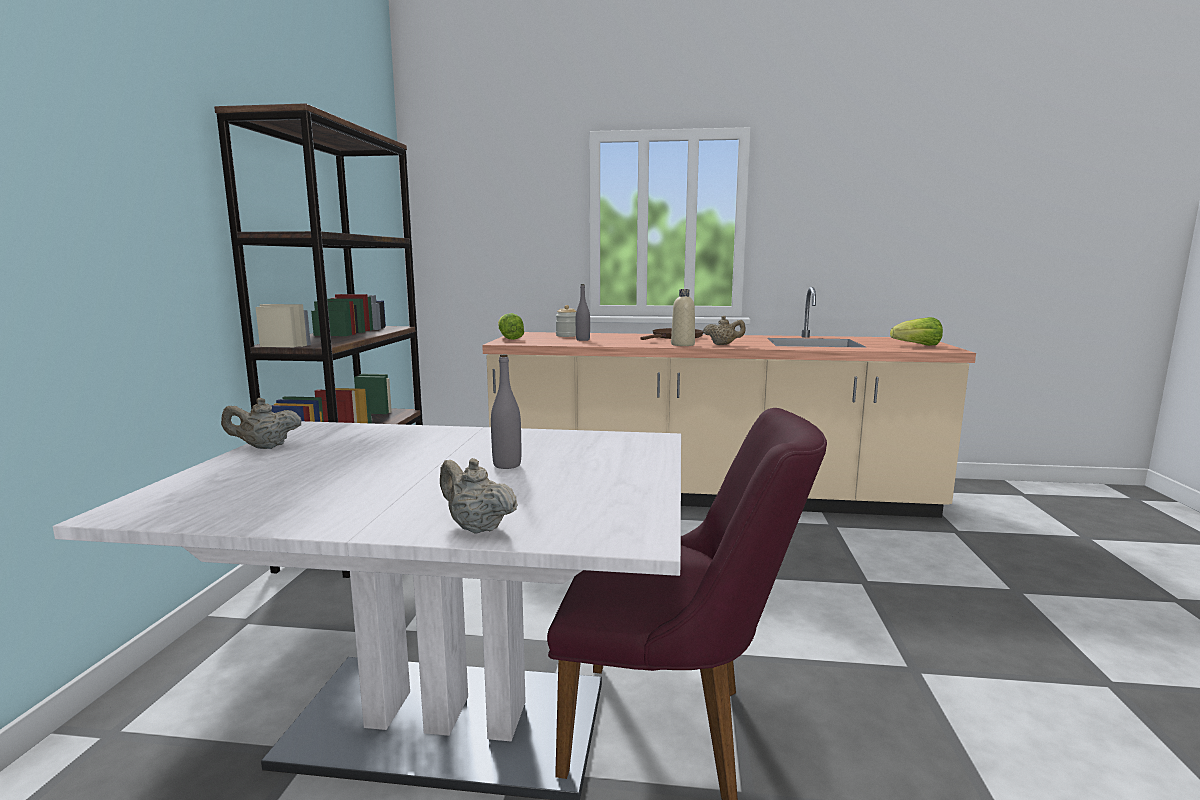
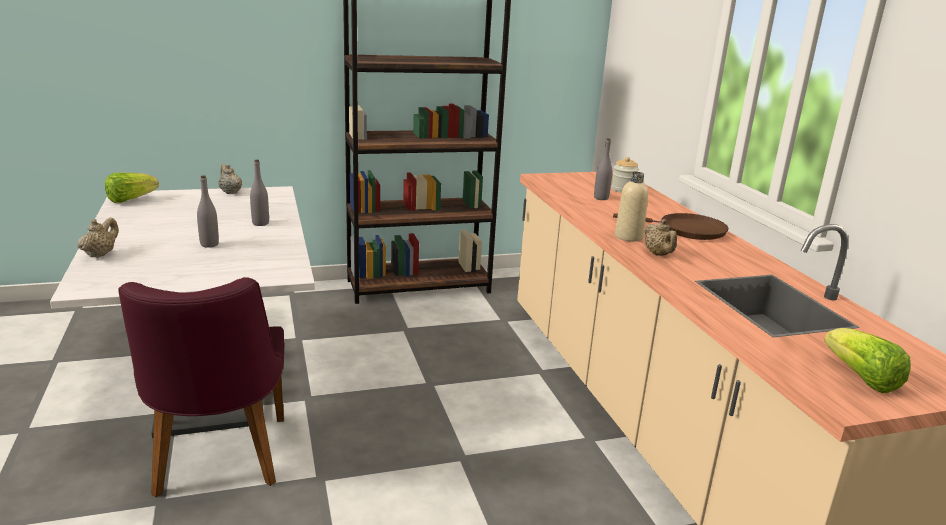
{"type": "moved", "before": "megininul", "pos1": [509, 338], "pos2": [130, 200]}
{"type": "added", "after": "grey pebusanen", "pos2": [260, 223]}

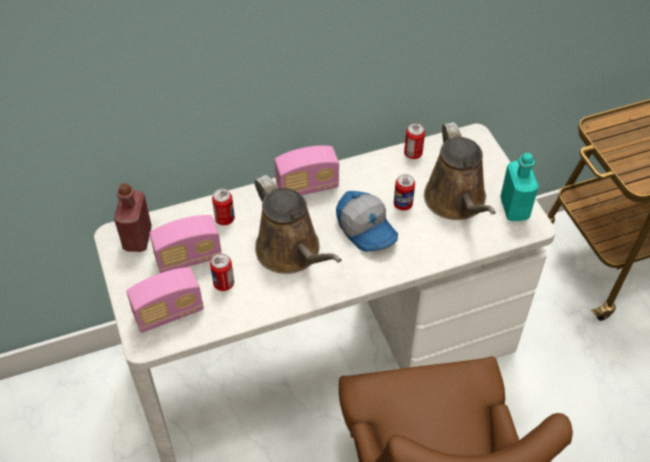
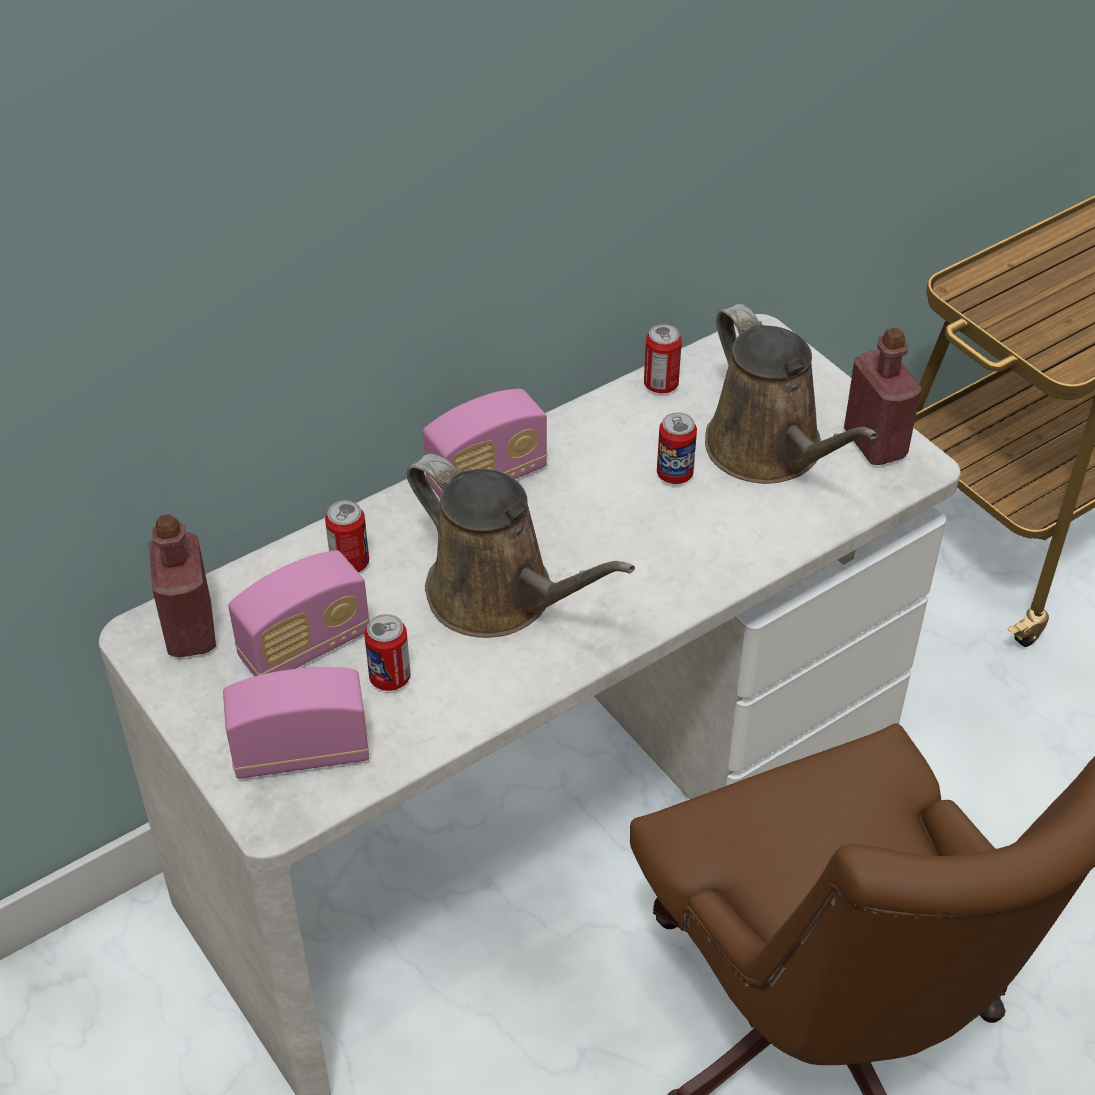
{"type": "turned", "before": "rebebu", "pos1": [169, 313], "pos2": [301, 752], "turn": -150}
{"type": "removed", "before": "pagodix", "pos1": [367, 228]}
{"type": "recoloured", "before": "turquoise pebusanen", "after": "red pebusanen", "pos1": [514, 208], "pos2": [875, 443]}

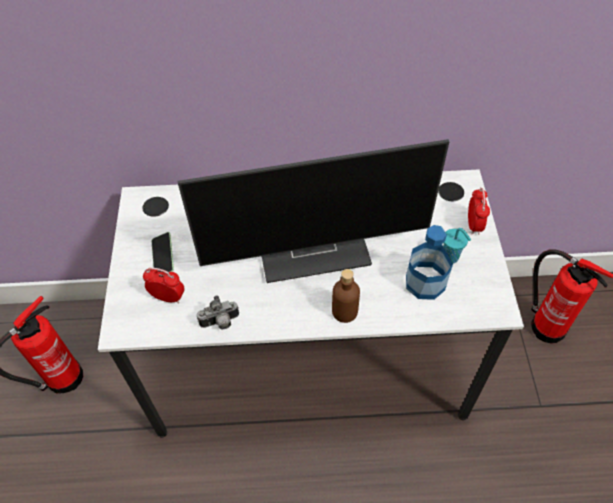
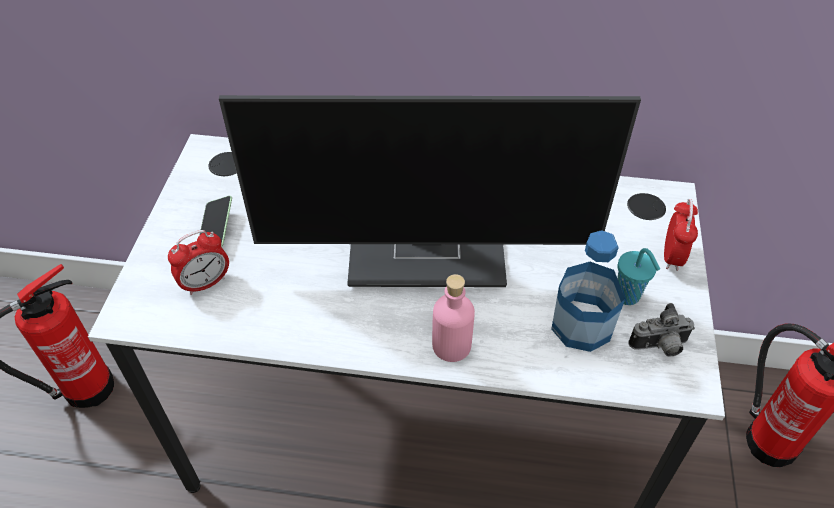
{"type": "turned", "before": "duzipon", "pos1": [168, 297], "pos2": [206, 283], "turn": 120}
{"type": "moved", "before": "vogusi", "pos1": [220, 323], "pos2": [659, 347]}
{"type": "recoloured", "before": "brown pebusanen", "after": "pink pebusanen", "pos1": [344, 311], "pos2": [451, 346]}

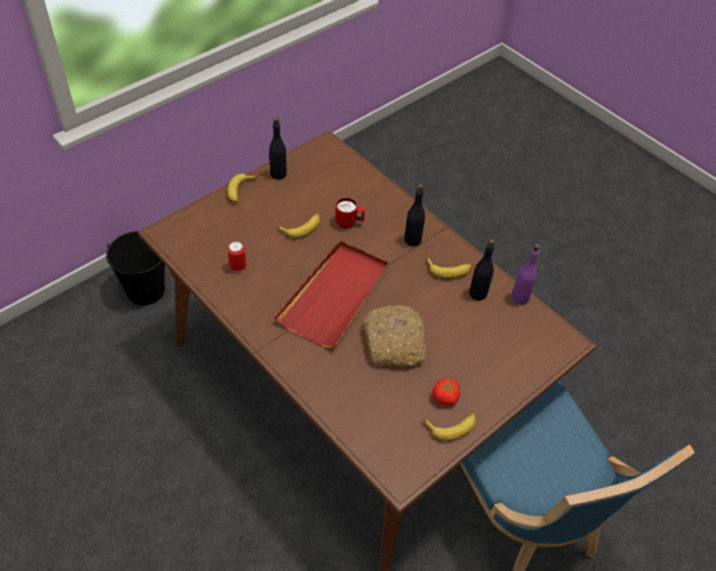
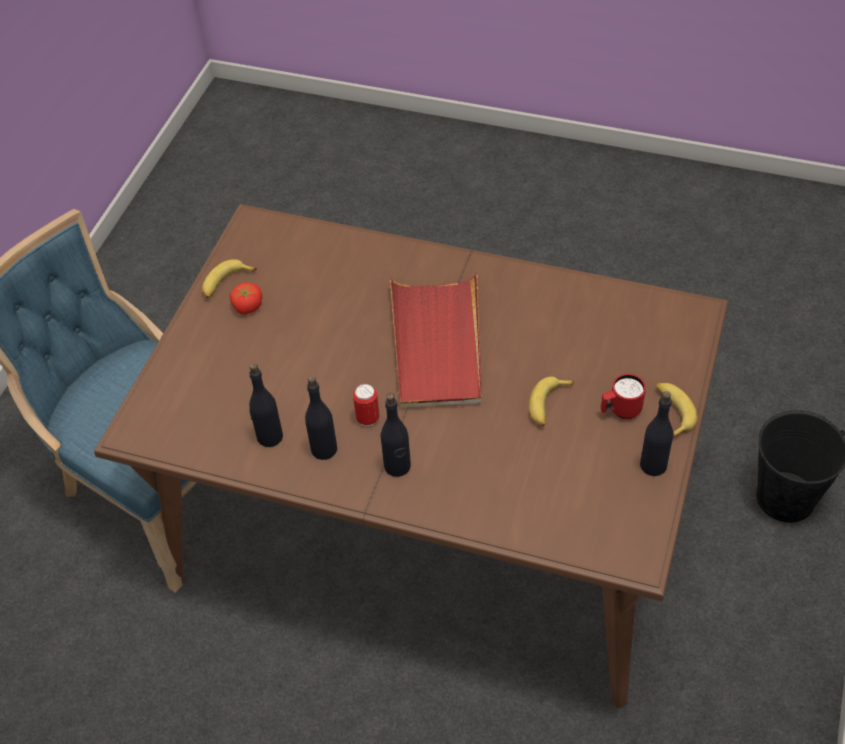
{"type": "moved", "before": "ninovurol", "pos1": [238, 267], "pos2": [368, 418]}
{"type": "moved", "before": "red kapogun", "pos1": [349, 223], "pos2": [620, 411]}
{"type": "removed", "before": "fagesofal", "pos1": [395, 342]}
{"type": "replaced", "before": "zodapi", "after": "black pebusanen", "pos1": [449, 270], "pos2": [324, 449]}
{"type": "removed", "before": "purple pebusanen", "pos1": [520, 298]}

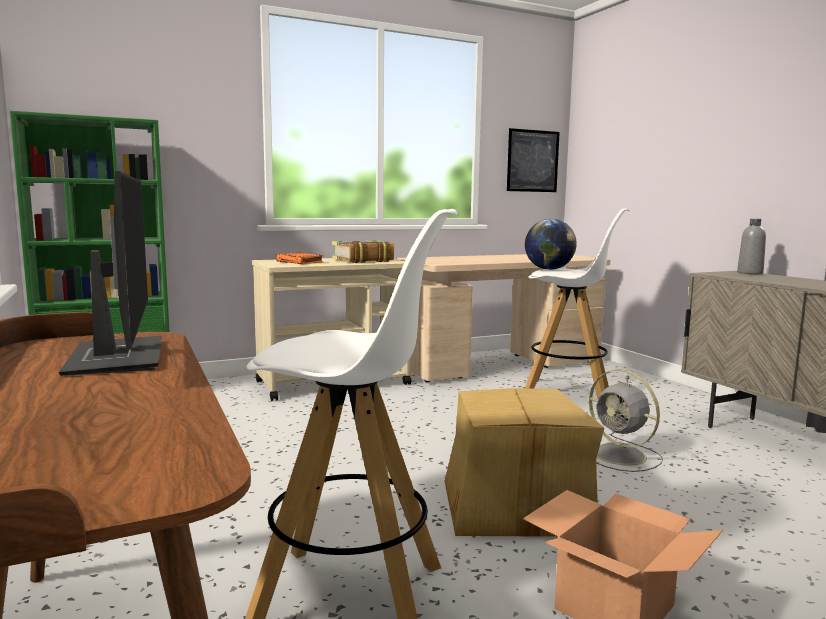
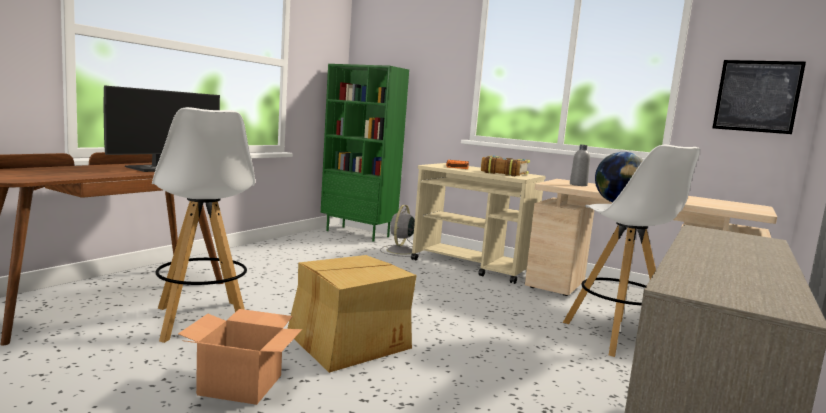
{"type": "moved", "before": "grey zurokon", "pos1": [621, 456], "pos2": [399, 251]}
{"type": "moved", "before": "grey pebusanen", "pos1": [750, 273], "pos2": [578, 185]}

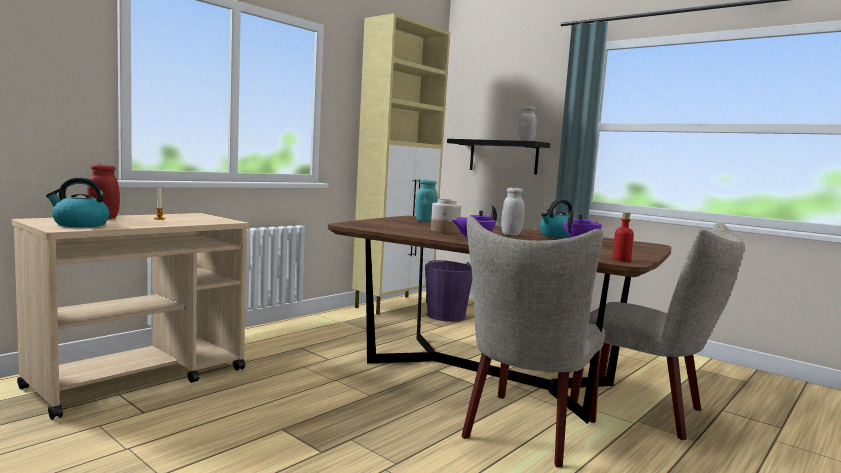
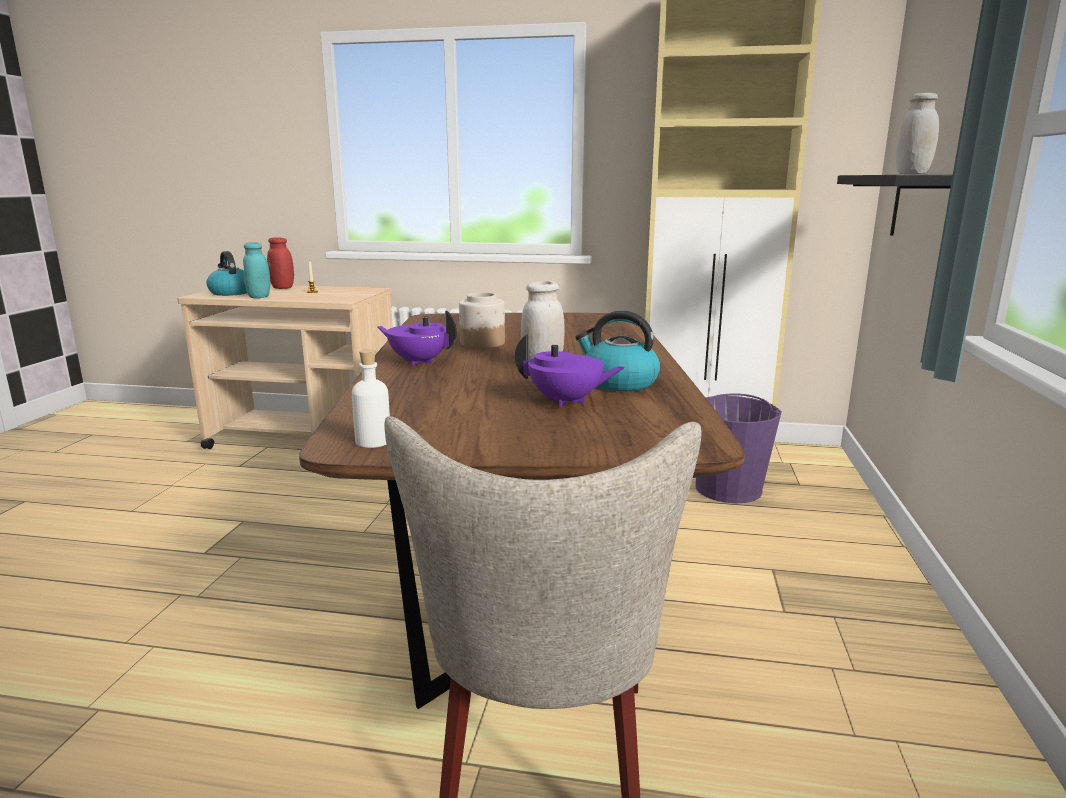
{"type": "moved", "before": "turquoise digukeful", "pos1": [425, 221], "pos2": [259, 297]}
{"type": "removed", "before": "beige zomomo", "pos1": [526, 431]}
{"type": "recoloured", "before": "red pebusanen", "after": "white pebusanen", "pos1": [621, 259], "pos2": [373, 441]}

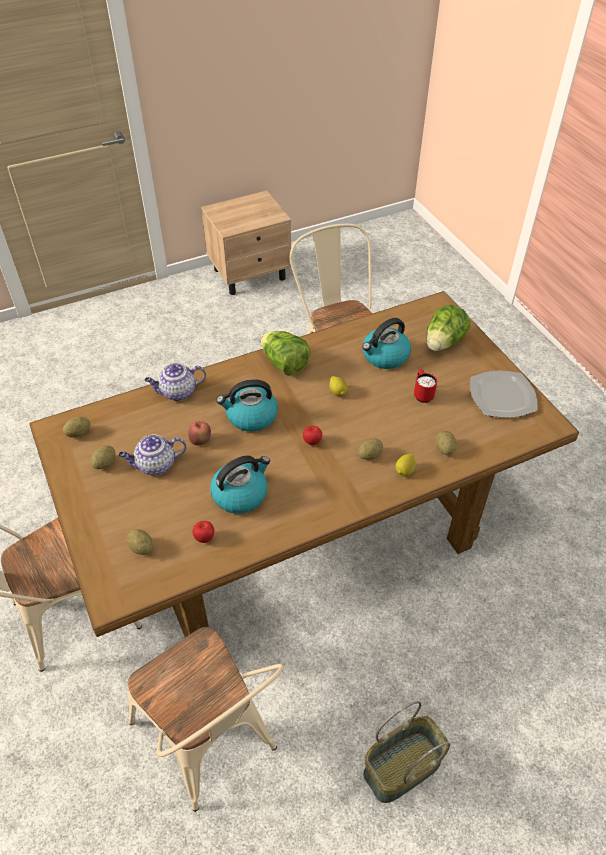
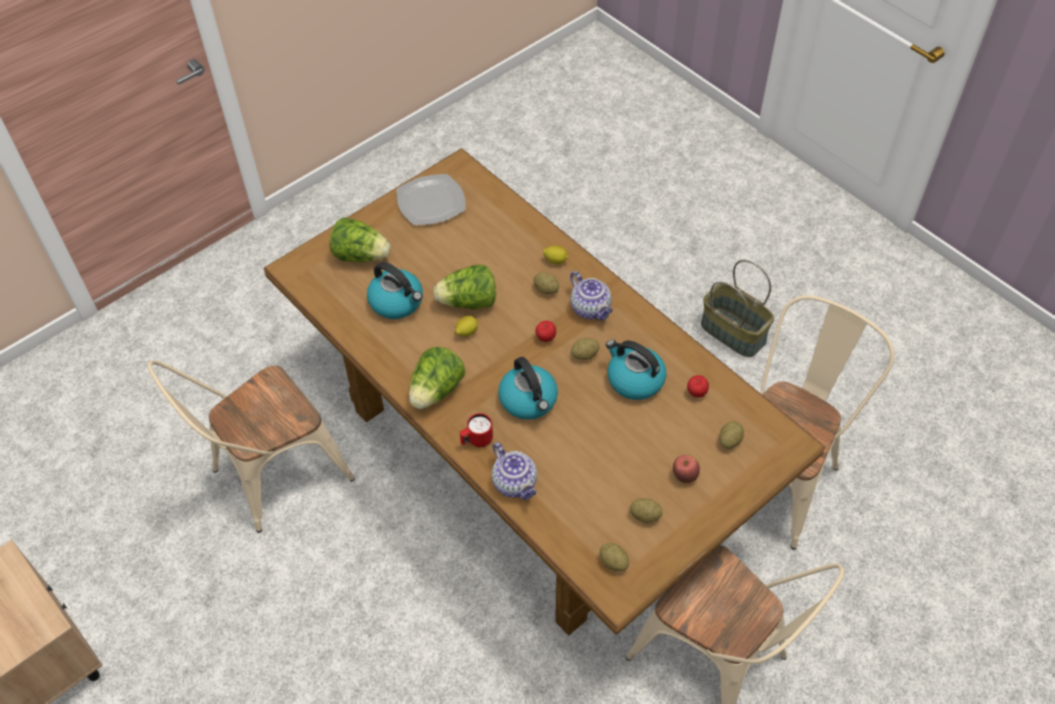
{"type": "moved", "before": "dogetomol", "pos1": [155, 465], "pos2": [591, 309]}
{"type": "moved", "before": "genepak", "pos1": [200, 441], "pos2": [684, 476]}
{"type": "moved", "before": "red kapogun", "pos1": [422, 394], "pos2": [476, 441]}
{"type": "moved", "before": "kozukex", "pos1": [444, 449], "pos2": [585, 355]}
{"type": "added", "after": "megininul", "pos2": [468, 302]}

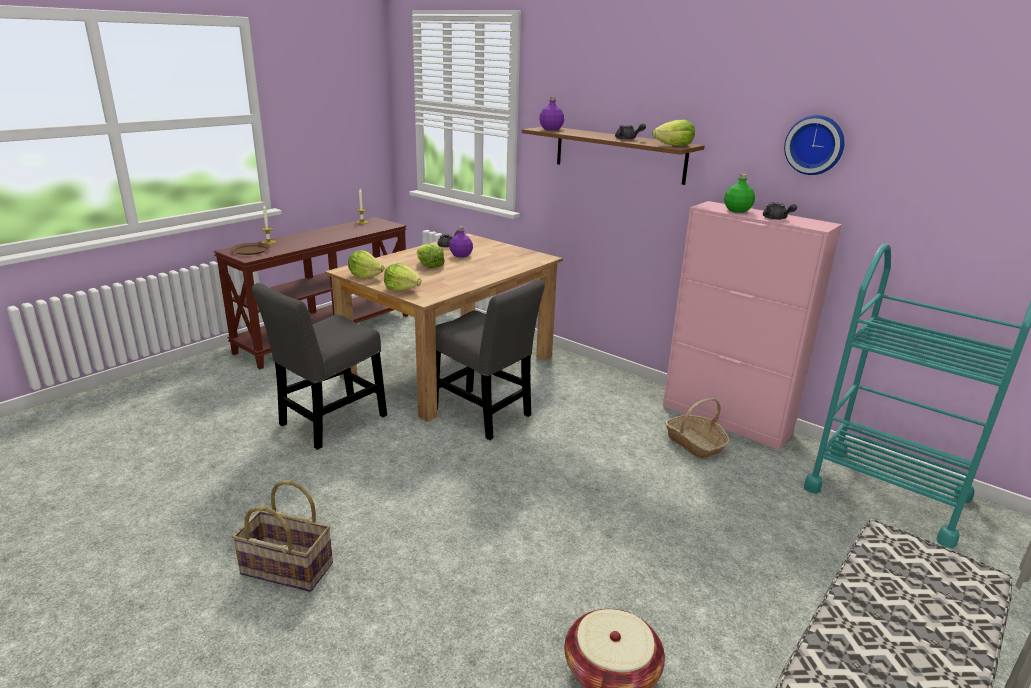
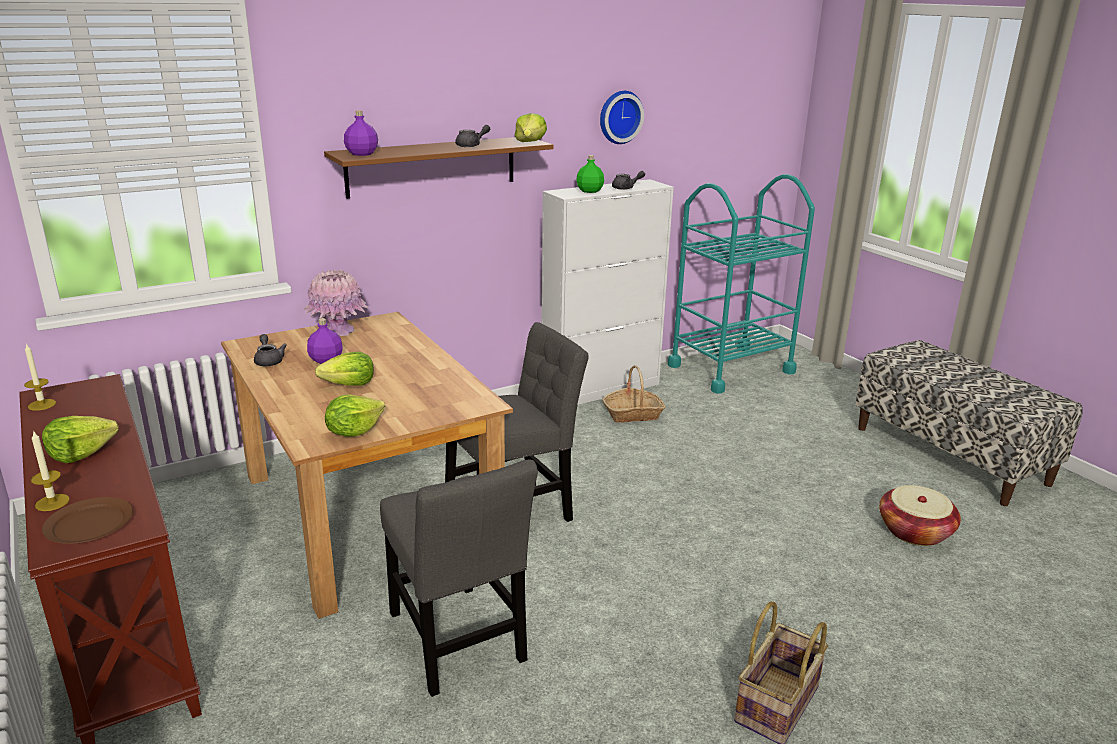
{"type": "moved", "before": "megininul", "pos1": [402, 289], "pos2": [80, 453]}
{"type": "recoloured", "before": "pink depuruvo", "after": "white depuruvo", "pos1": [726, 420], "pos2": [601, 389]}
{"type": "added", "after": "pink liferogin", "pos2": [338, 331]}

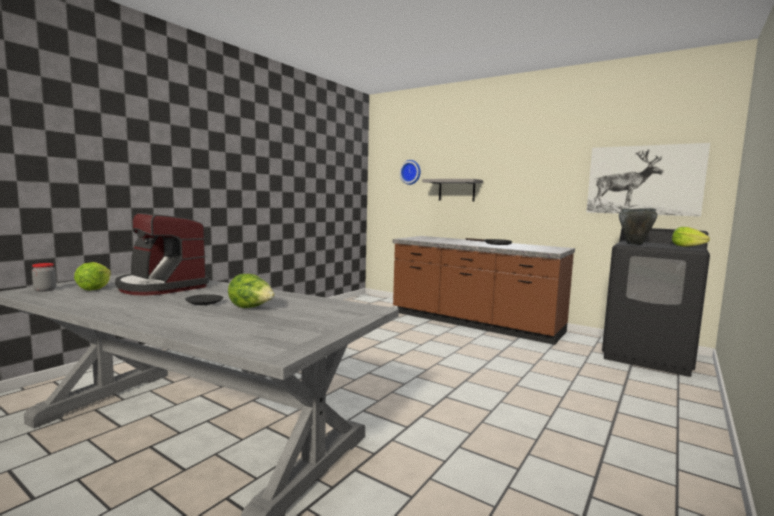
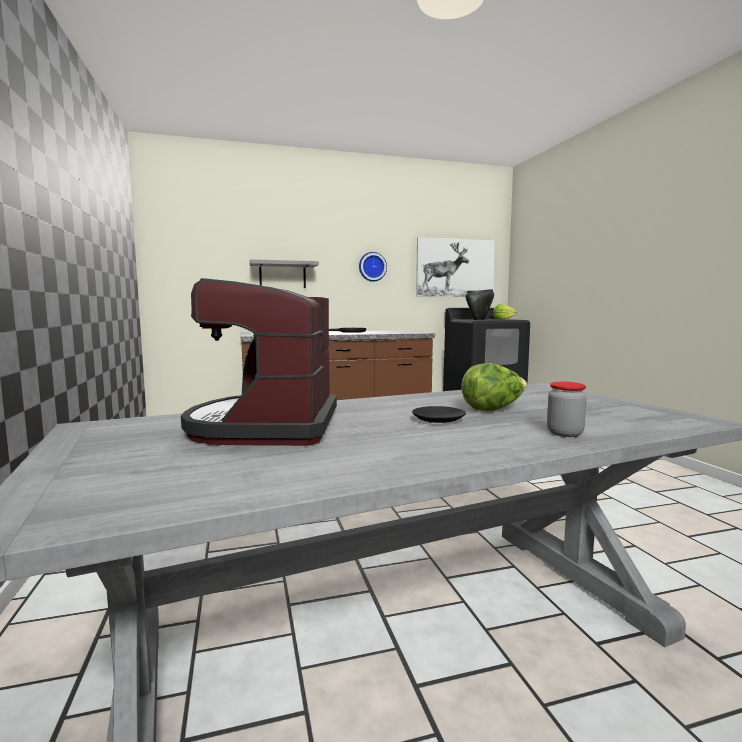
{"type": "moved", "before": "digukeful", "pos1": [45, 290], "pos2": [564, 433]}
{"type": "removed", "before": "megininul", "pos1": [95, 288]}
{"type": "turned", "before": "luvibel", "pos1": [161, 287], "pos2": [267, 426], "turn": 105}
{"type": "moved", "before": "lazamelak", "pos1": [411, 172], "pos2": [372, 267]}

